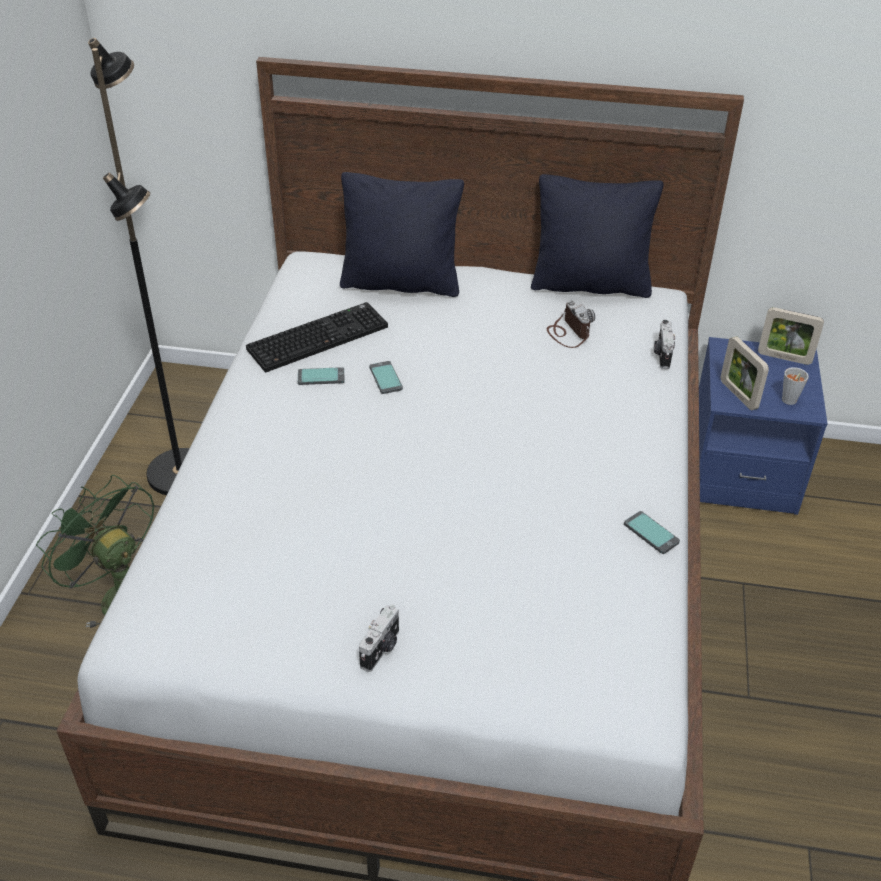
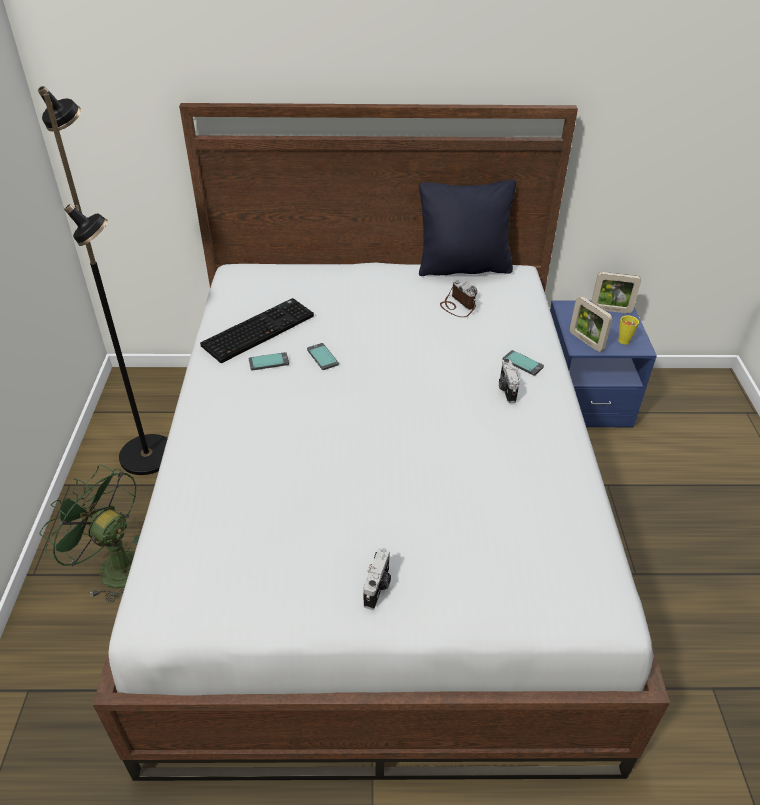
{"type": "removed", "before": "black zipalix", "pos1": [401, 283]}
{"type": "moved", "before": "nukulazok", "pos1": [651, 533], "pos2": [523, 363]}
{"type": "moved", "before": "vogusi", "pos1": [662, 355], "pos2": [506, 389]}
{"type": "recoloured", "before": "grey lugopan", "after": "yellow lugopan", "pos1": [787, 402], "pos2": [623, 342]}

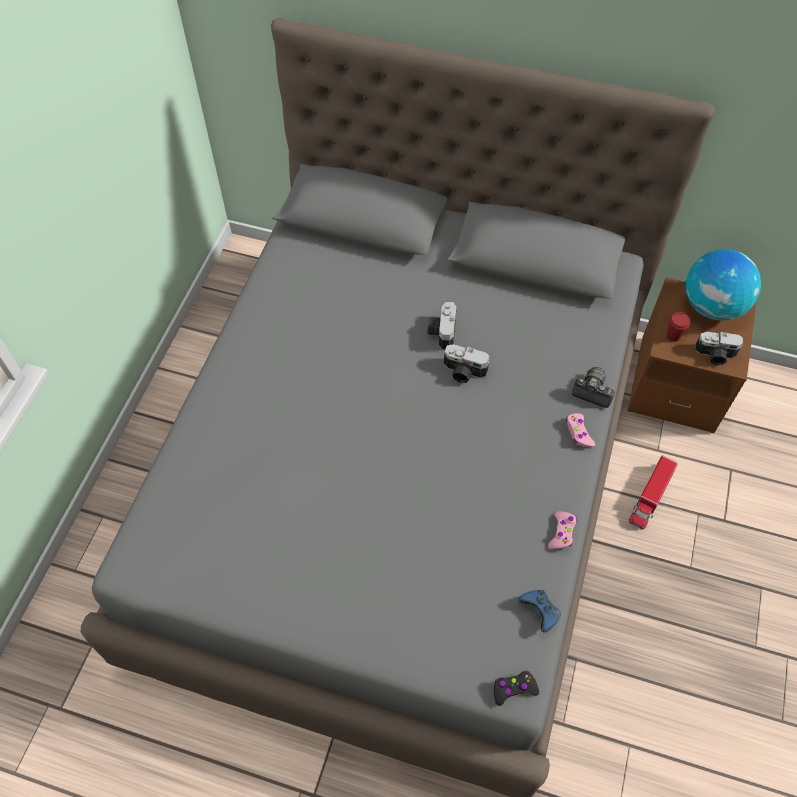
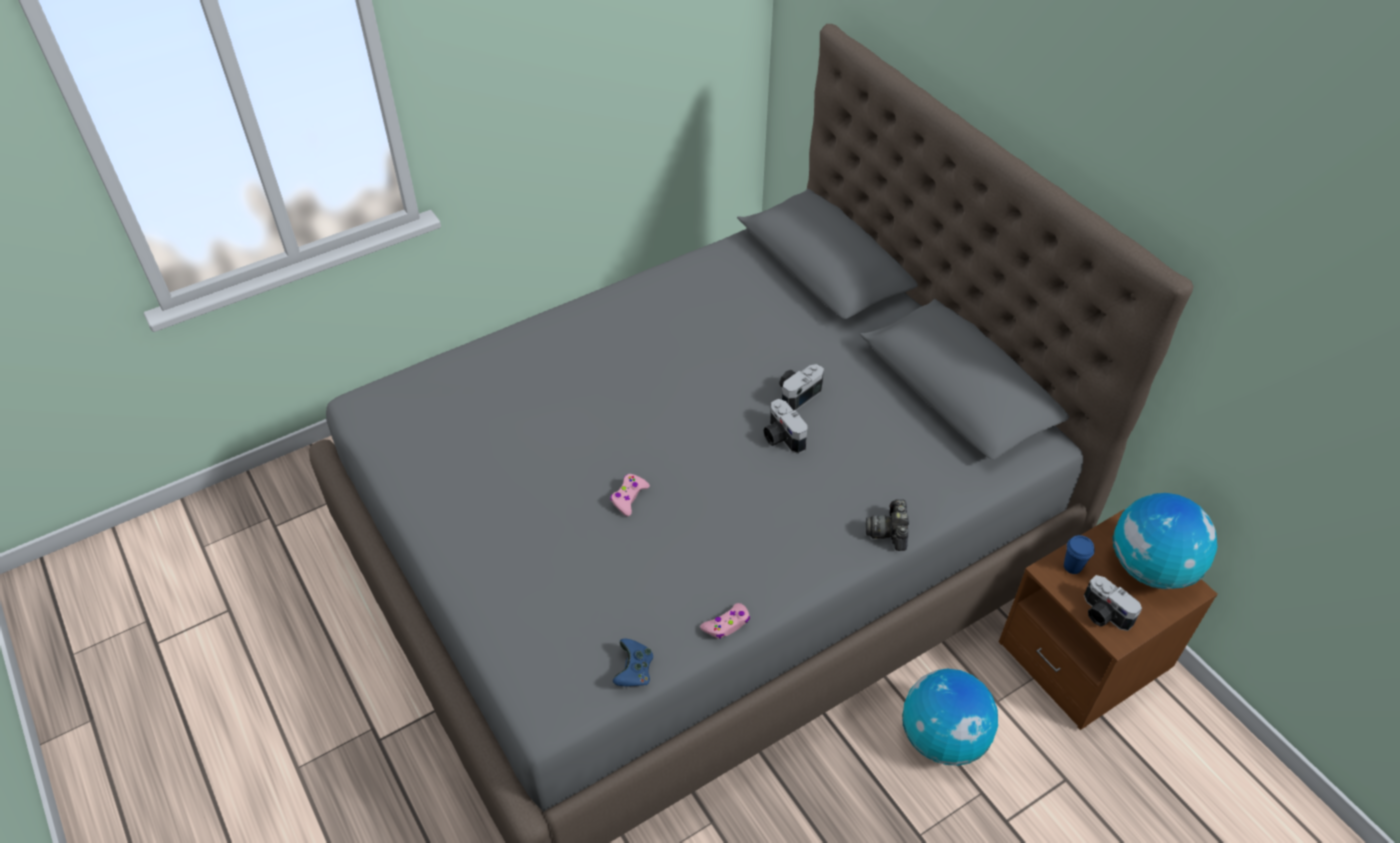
{"type": "removed", "before": "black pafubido", "pos1": [513, 689]}
{"type": "moved", "before": "pink pafubido", "pos1": [578, 433], "pos2": [629, 497]}
{"type": "turned", "before": "vogusi", "pos1": [592, 392], "pos2": [889, 532], "turn": -150}
{"type": "replaced", "before": "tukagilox", "after": "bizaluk", "pos1": [650, 496], "pos2": [943, 738]}
{"type": "recoloured", "before": "red lugopan", "after": "blue lugopan", "pos1": [673, 336], "pos2": [1072, 566]}

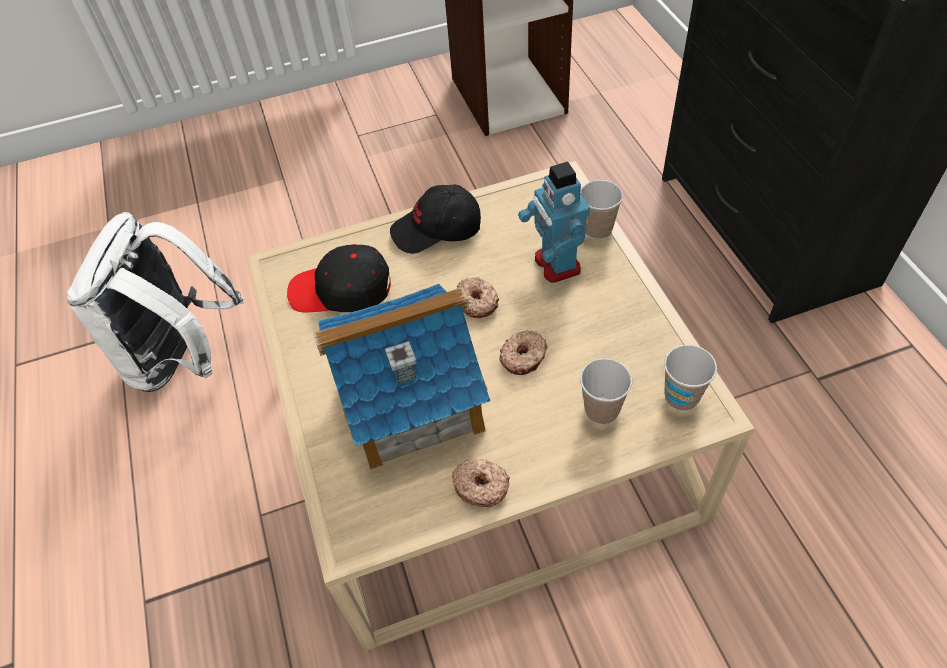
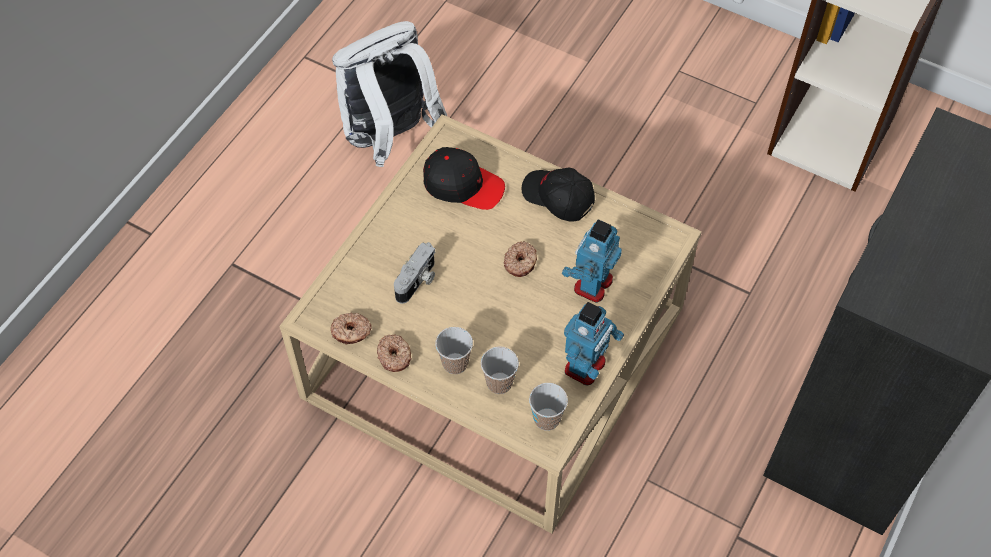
{"type": "turned", "before": "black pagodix", "pos1": [341, 290], "pos2": [463, 185], "turn": 150}
{"type": "replaced", "before": "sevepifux", "after": "vogusi", "pos1": [409, 401], "pos2": [418, 281]}
{"type": "moved", "before": "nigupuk", "pos1": [524, 357], "pos2": [351, 332]}
{"type": "moved", "before": "lugopan", "pos1": [597, 229], "pos2": [455, 363]}
{"type": "added", "after": "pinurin", "pos2": [586, 366]}

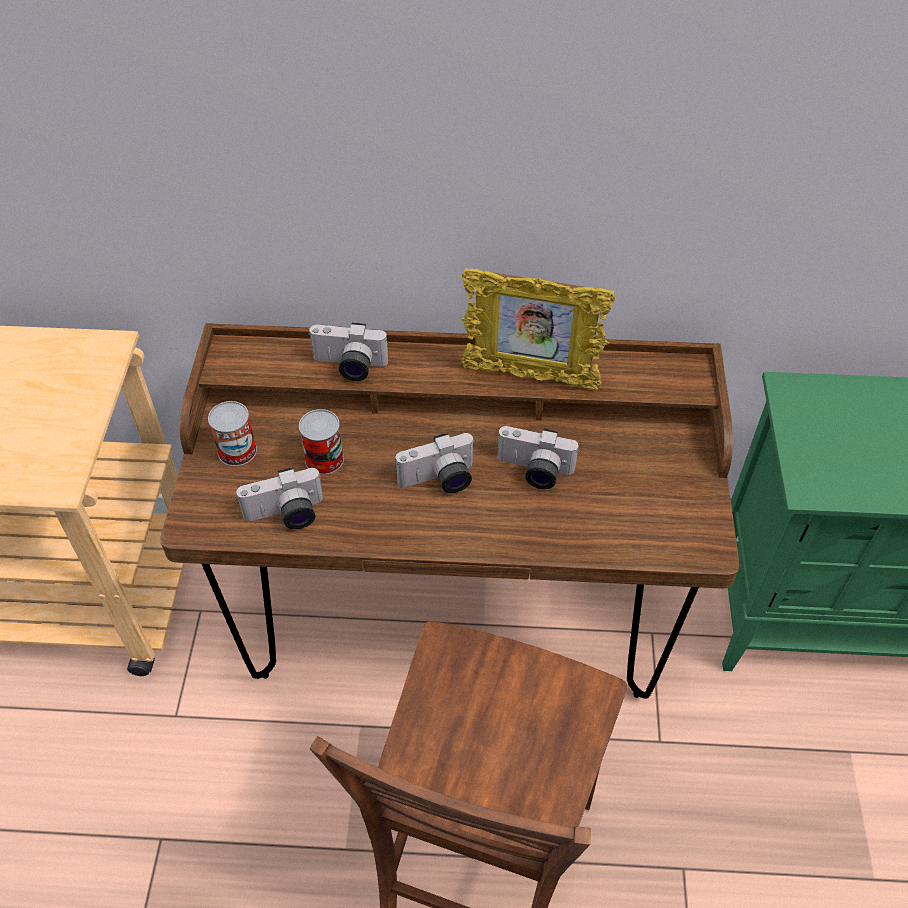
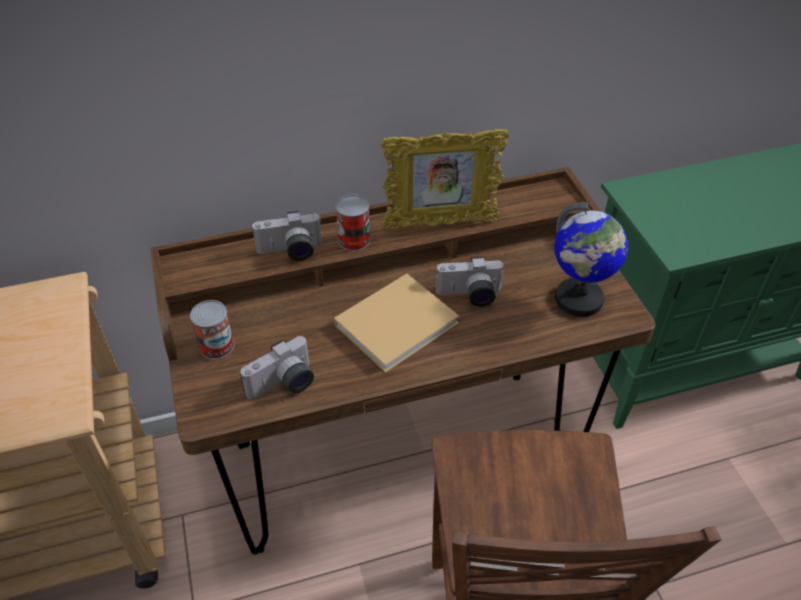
{"type": "moved", "before": "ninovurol", "pos1": [324, 459], "pos2": [354, 239]}
{"type": "replaced", "before": "vogusi", "after": "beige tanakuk", "pos1": [439, 481], "pos2": [399, 322]}
{"type": "added", "after": "bizaluk", "pos2": [578, 300]}

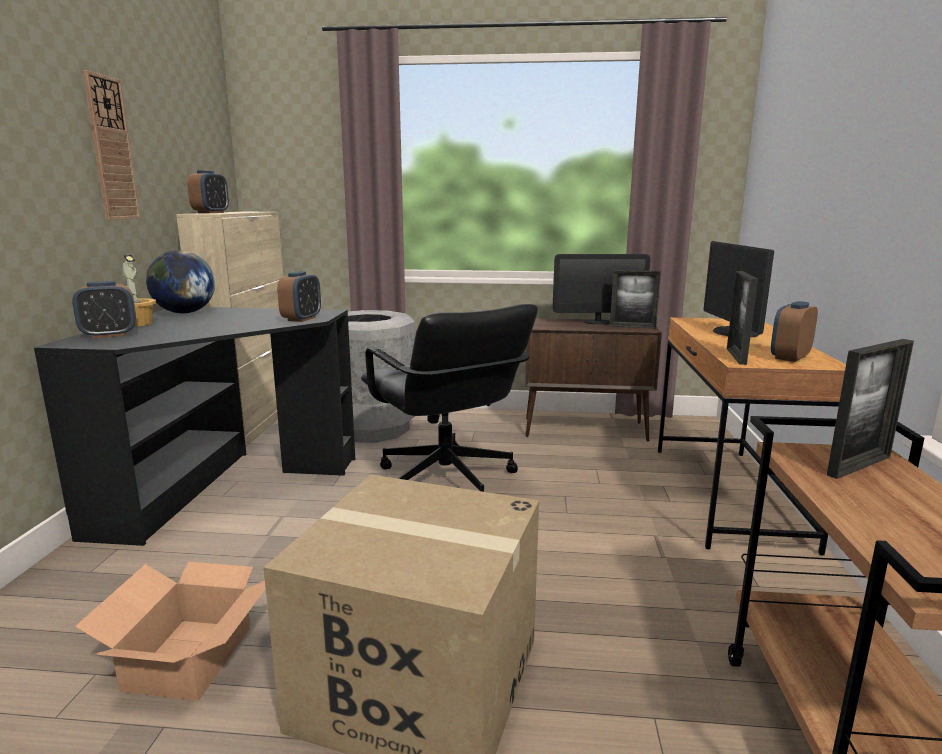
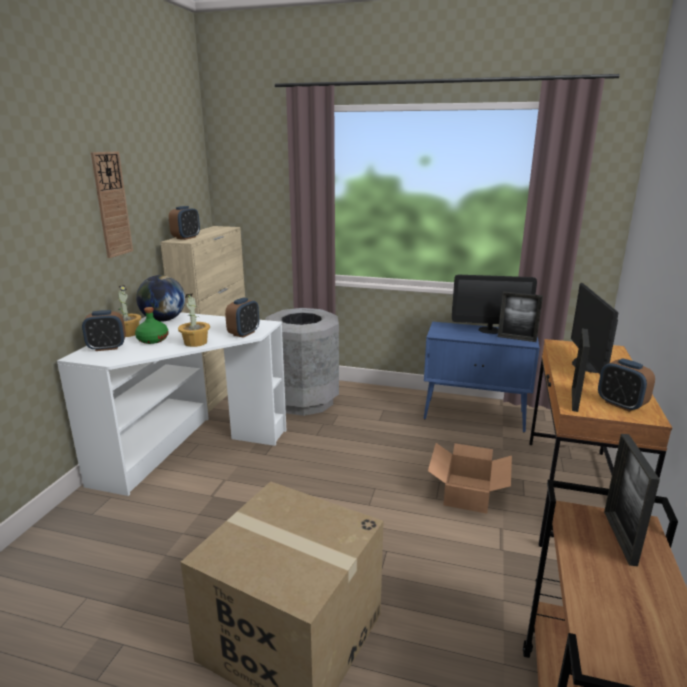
{"type": "recoloured", "before": "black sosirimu", "after": "white sosirimu", "pos1": [224, 487], "pos2": [188, 449]}
{"type": "moved", "before": "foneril", "pos1": [187, 658], "pos2": [466, 493]}
{"type": "removed", "before": "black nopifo", "pos1": [445, 481]}
{"type": "recoloured", "before": "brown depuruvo", "after": "blue depuruvo", "pos1": [586, 429], "pos2": [475, 415]}
{"type": "turned", "before": "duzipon", "pos1": [790, 357], "pos2": [621, 404], "turn": -90}
{"type": "turned", "before": "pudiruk", "pos1": [859, 466], "pos2": [619, 537], "turn": 120}
{"type": "added", "after": "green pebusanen", "pos2": [152, 340]}
{"type": "added", "after": "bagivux", "pos2": [195, 343]}

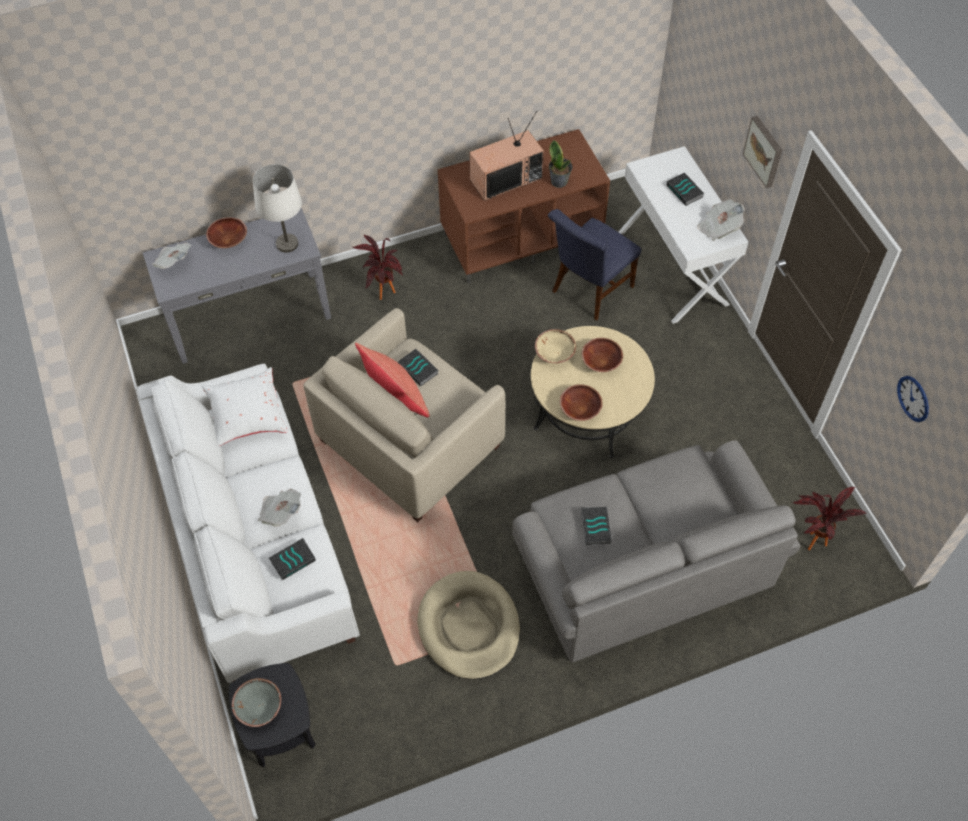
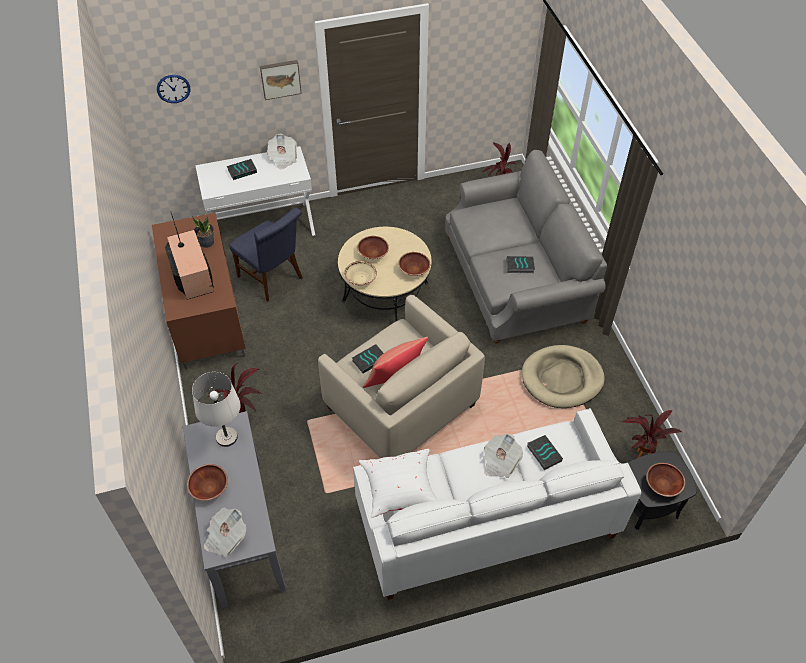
{"type": "recoloured", "before": "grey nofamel", "after": "brown nofamel", "pos1": [258, 707], "pos2": [662, 485]}
{"type": "moved", "before": "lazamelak", "pos1": [913, 398], "pos2": [173, 88]}
{"type": "added", "after": "bagivux", "pos2": [638, 454]}

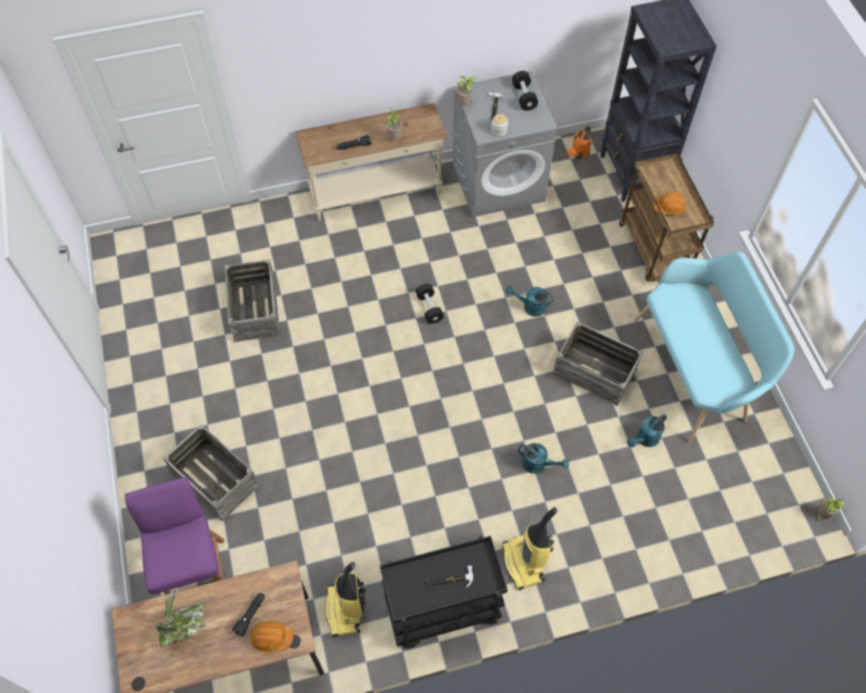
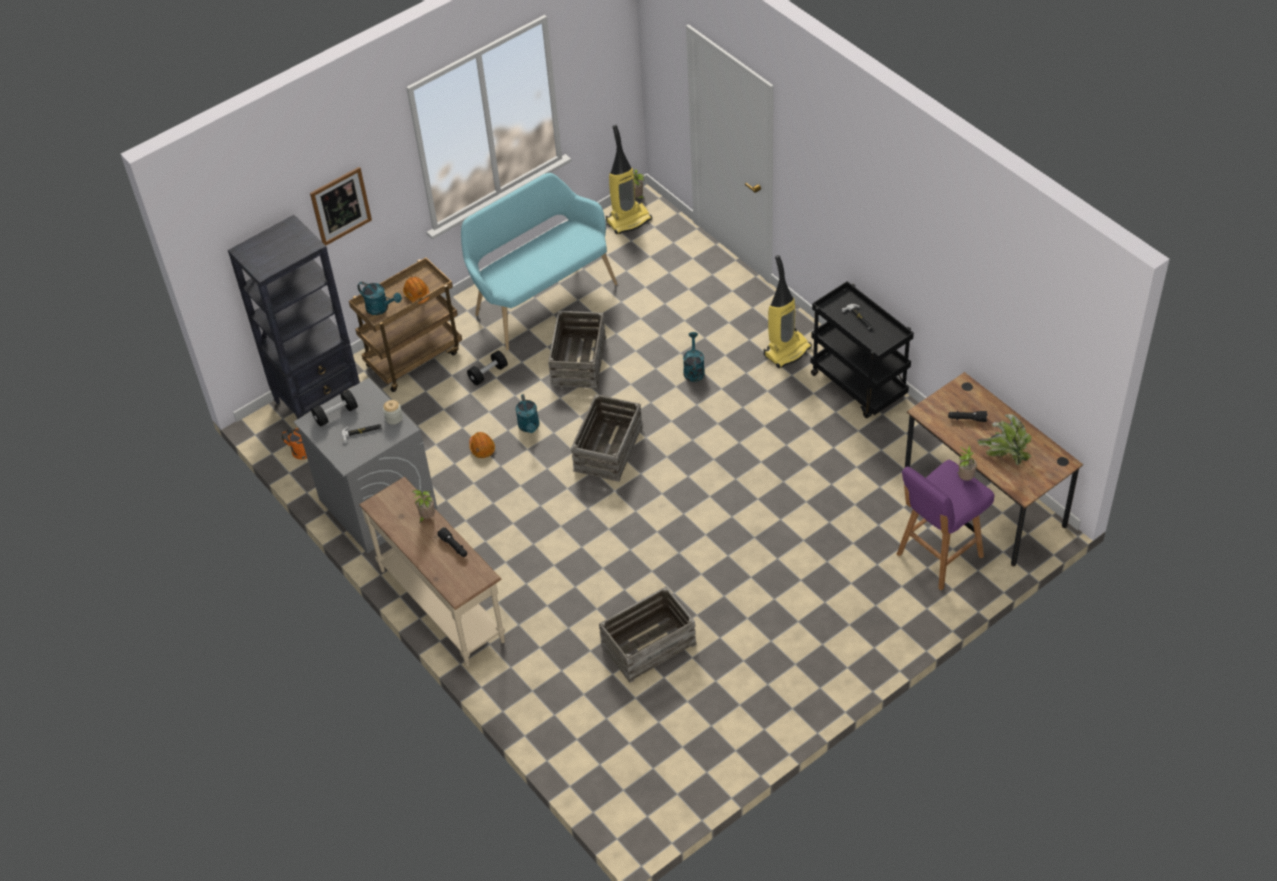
{"type": "moved", "before": "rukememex", "pos1": [215, 480], "pos2": [608, 449]}
{"type": "moved", "before": "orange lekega", "pos1": [271, 638], "pos2": [482, 448]}
{"type": "moved", "before": "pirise", "pos1": [345, 610], "pos2": [628, 220]}
{"type": "moved", "before": "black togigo", "pos1": [429, 308], "pos2": [488, 374]}
{"type": "moved", "before": "bagivux", "pos1": [465, 105], "pos2": [965, 478]}
{"type": "moved", "before": "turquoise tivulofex", "pos1": [645, 439], "pos2": [381, 308]}
{"type": "added", "after": "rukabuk", "pos2": [340, 206]}

